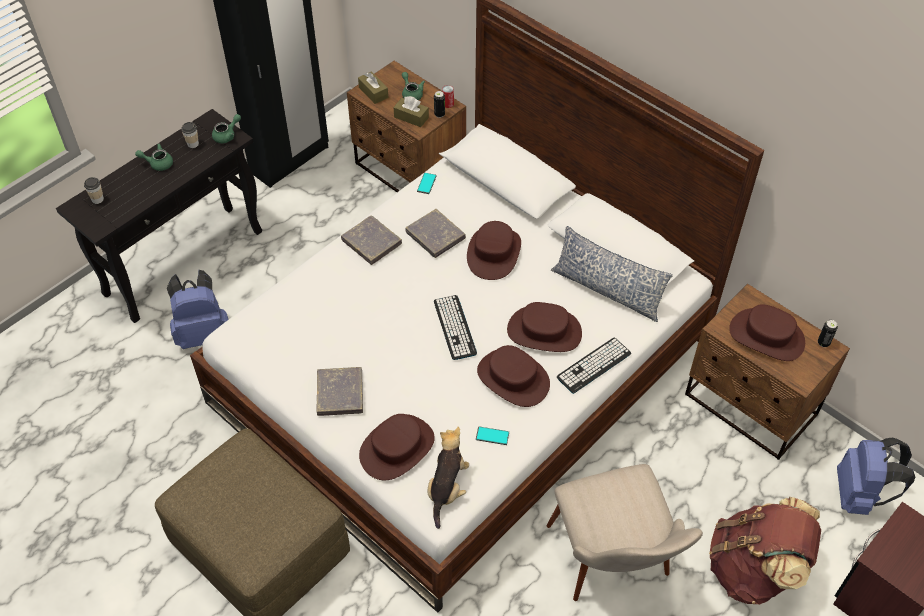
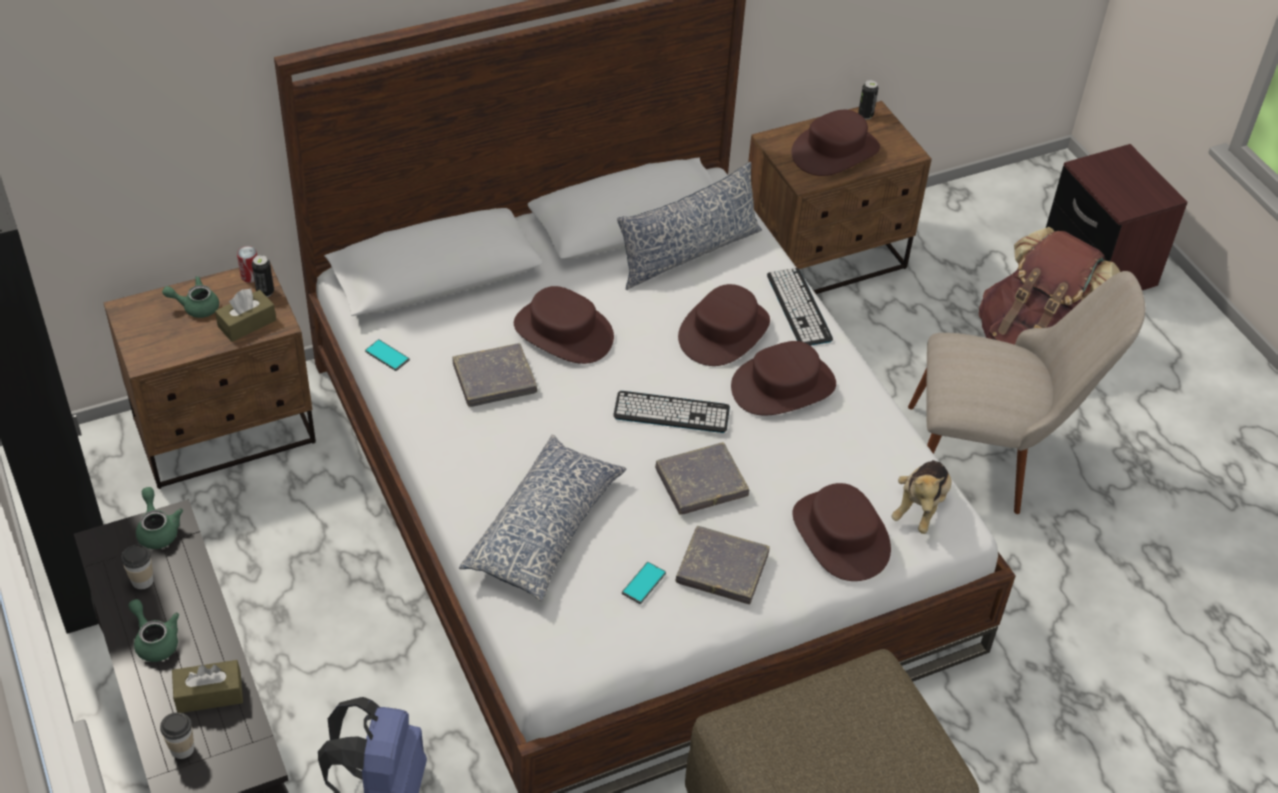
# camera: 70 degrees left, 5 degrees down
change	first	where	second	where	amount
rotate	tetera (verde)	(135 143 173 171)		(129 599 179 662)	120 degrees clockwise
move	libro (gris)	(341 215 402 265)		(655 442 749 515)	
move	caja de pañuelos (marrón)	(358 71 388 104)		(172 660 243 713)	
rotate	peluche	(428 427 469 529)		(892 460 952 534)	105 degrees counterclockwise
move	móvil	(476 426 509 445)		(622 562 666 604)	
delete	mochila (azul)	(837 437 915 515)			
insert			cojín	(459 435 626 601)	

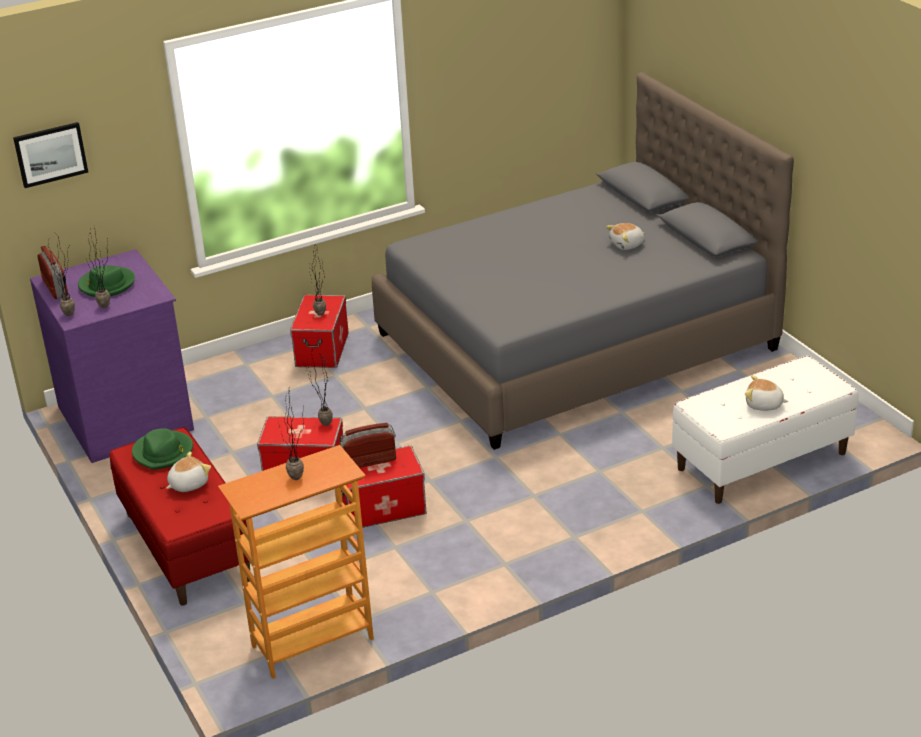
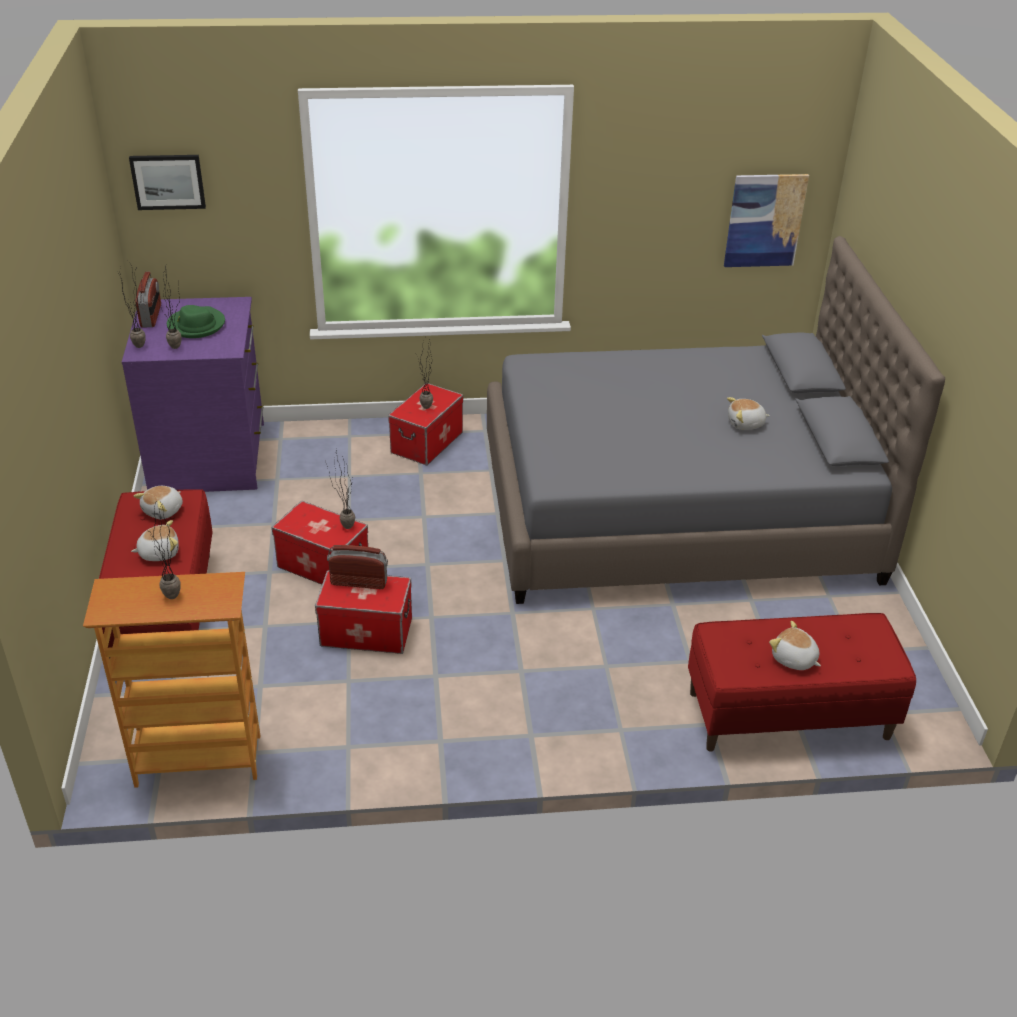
# camera: 20 degrees right, 5 degrees up
change	first	where	second	where	amount
replace	sombrero (verde)	(132 428 193 470)	peluche	(134 486 183 519)	
recolor	banco (blanco)	(672 356 858 504)	banco (rojo)	(688 613 916 751)	
insert			cuadro	(724 174 809 267)	

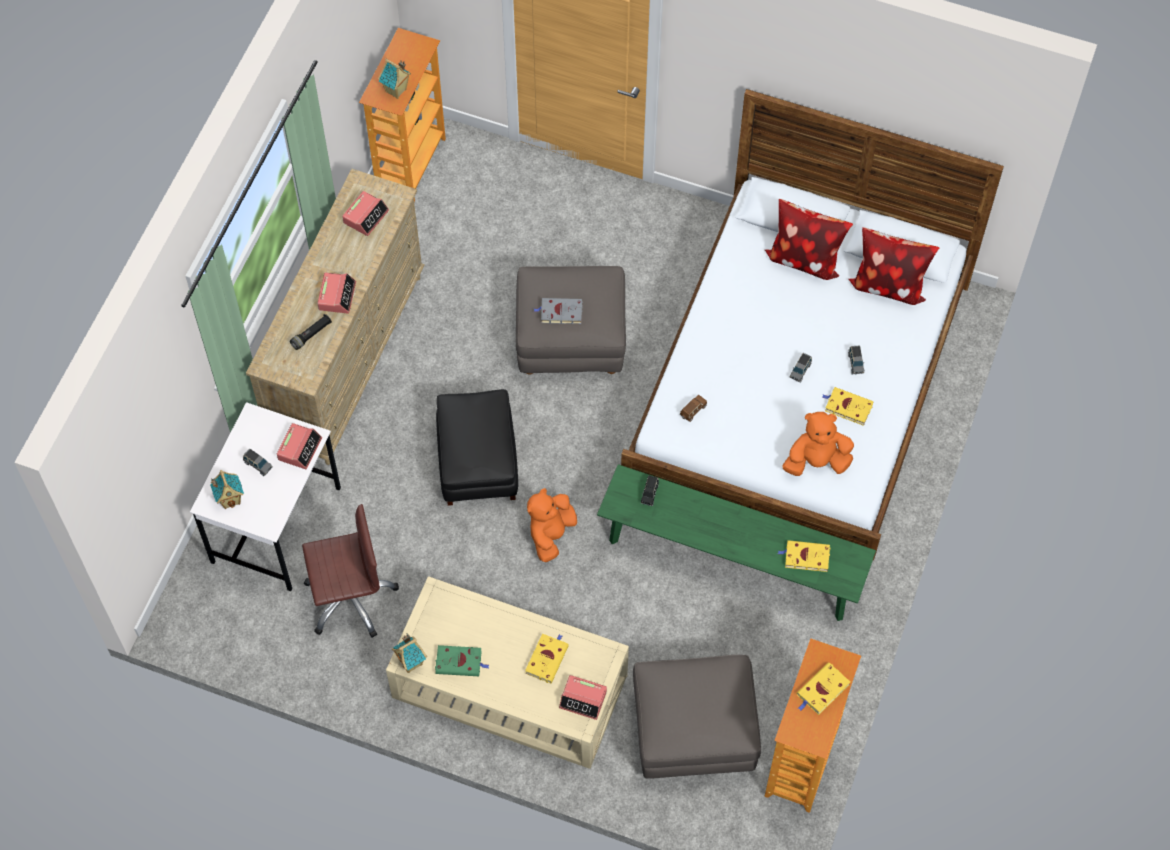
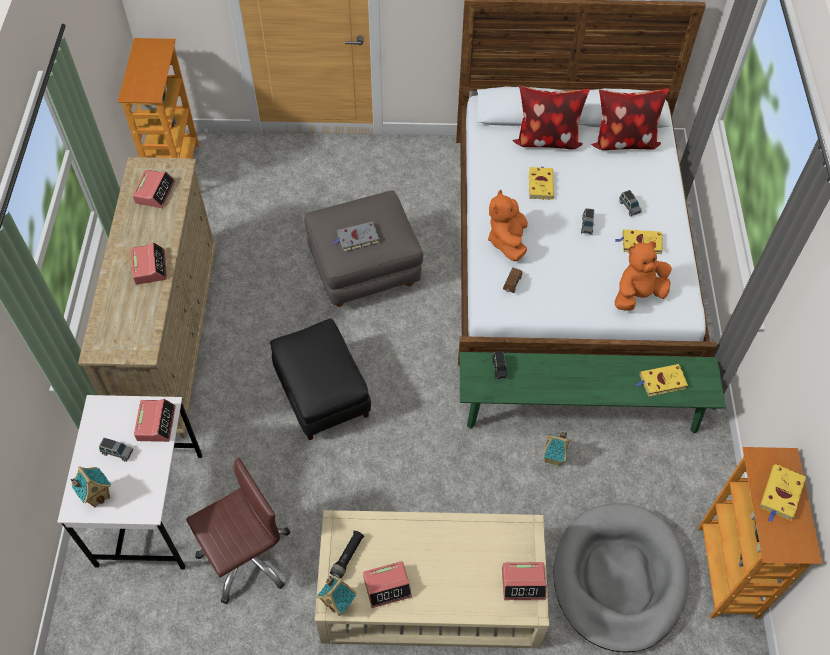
# camera: 20 degrees left, 5 degrees down
change	first	where	second	where	amount
move	linterna (negro)	(290 314 332 350)		(330 531 364 579)	
move	casita	(378 59 411 99)		(543 431 570 466)	
replace	libro (verde)	(435 645 489 676)	despertador	(363 561 412 608)	
move	libro (amarillo)	(525 634 569 683)		(529 167 554 200)	
move	peluche (naranja)	(527 488 577 562)		(488 190 528 261)	
replace	puf (gris)	(633 655 761 779)	cama para perro (gris)	(553 503 689 653)	

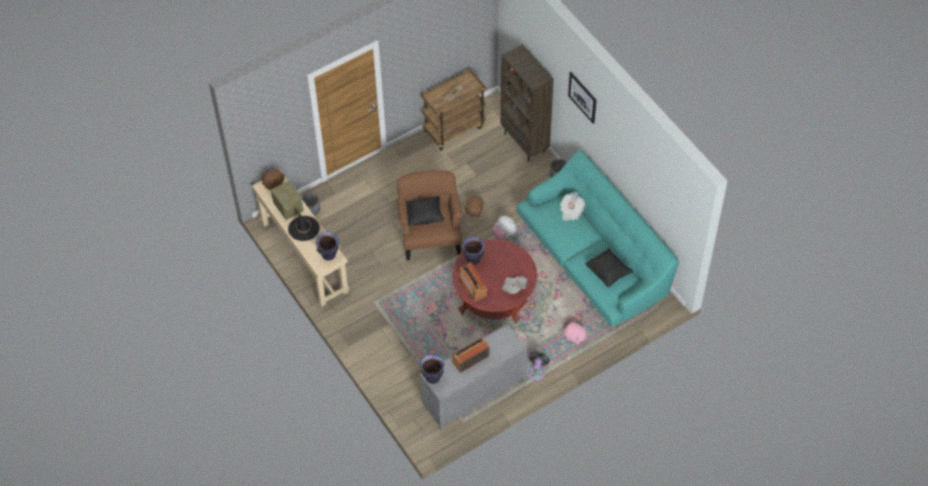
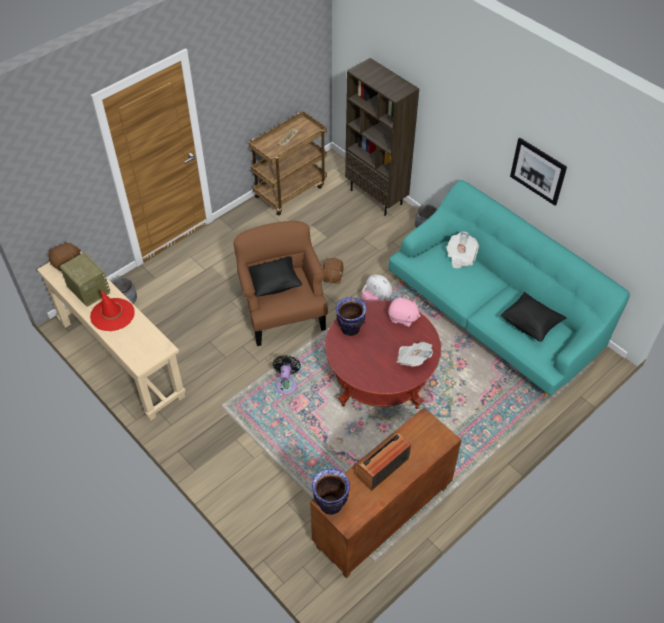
# camera: 10 degrees left, 5 degrees down
change	first	where	second	where	amount
recolor	sombrero (negro)	(288 211 320 241)	sombrero (rojo)	(90 290 135 331)	
delete	florero	(316 232 339 260)			
recolor	armario (gris)	(420 324 527 430)	armario (marrón)	(310 407 462 578)	
delete	radio	(458 262 487 302)			
move	ventilador (negro)	(529 351 550 381)		(273 355 301 395)	
move	peluche (rosa)	(564 322 587 345)		(388 297 421 327)	
move	cuadro	(568 72 597 124)		(510 137 567 206)	

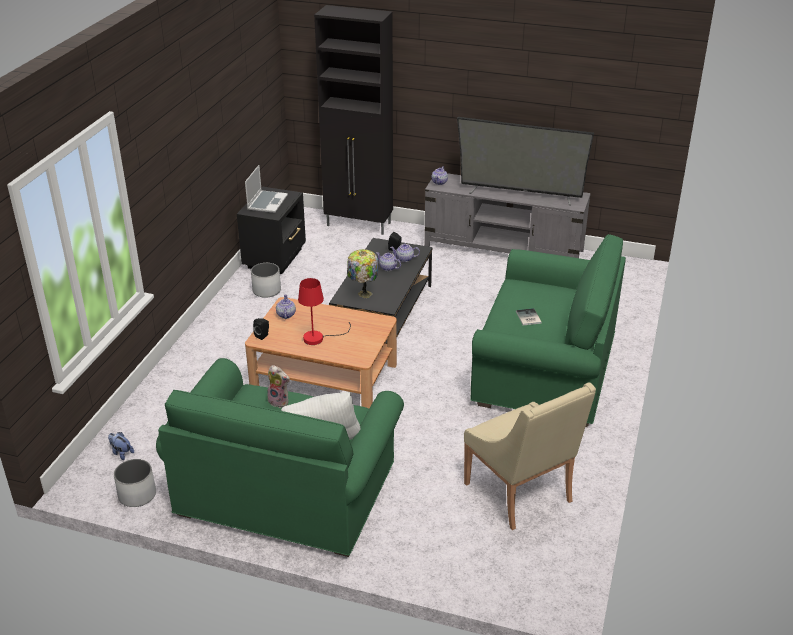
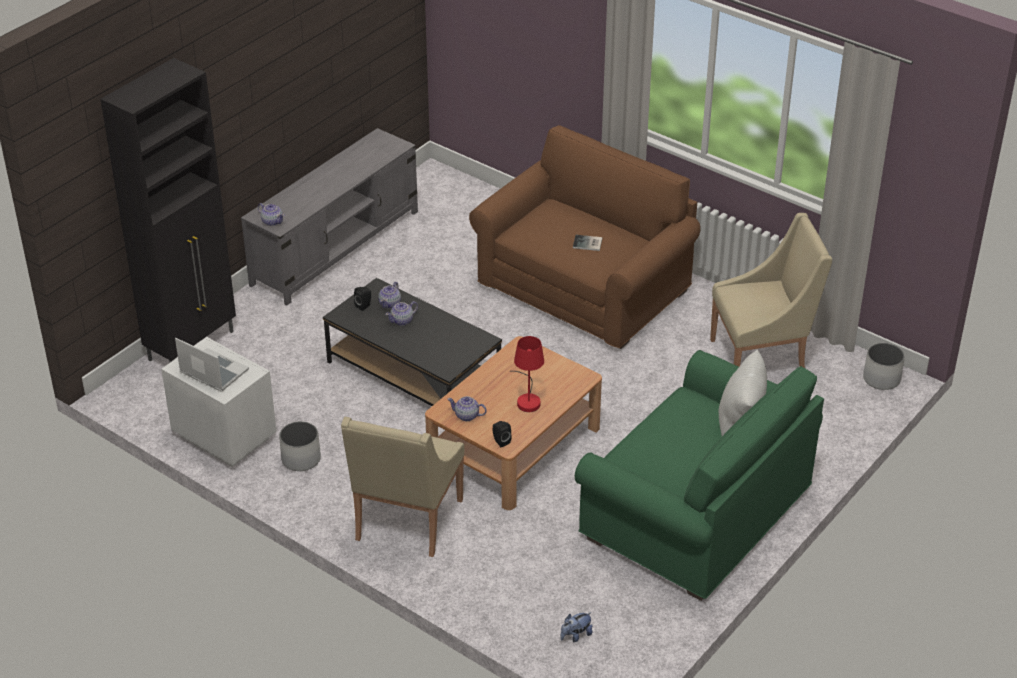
# camera: 70 degrees left, 5 degrees up
change	first	where	second	where	amount
move	maceta (blanco)	(114 459 156 507)		(863 343 905 390)	
recolor	mesita de noche (negro)	(237 187 306 274)	mesita de noche (blanco)	(161 337 277 467)	
delete	peluche	(267 365 290 408)			
delete	lámpara de mesa	(347 249 378 298)			
delete	televisor	(457 117 594 206)			
recolor	sofá (verde)	(470 234 626 427)	sofá (marrón)	(469 125 701 349)	
insert			sillón (beis)	(341 417 464 557)	

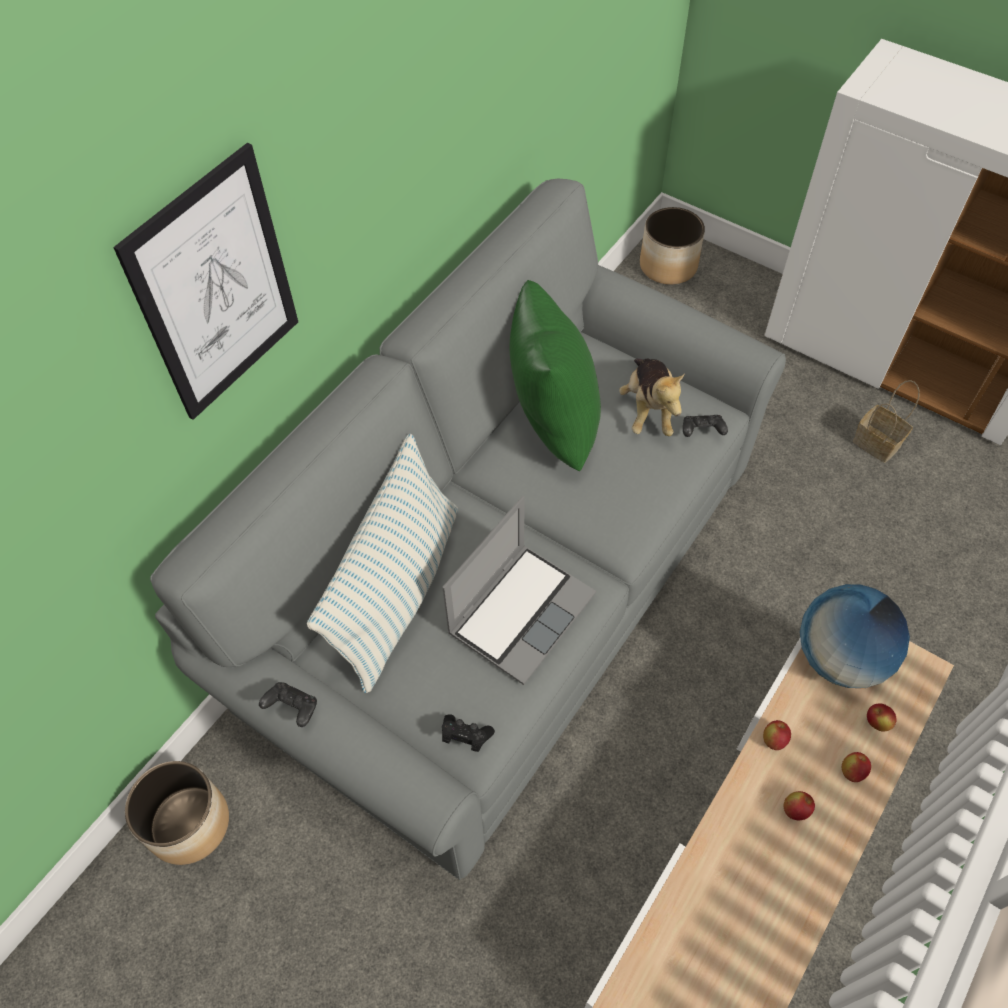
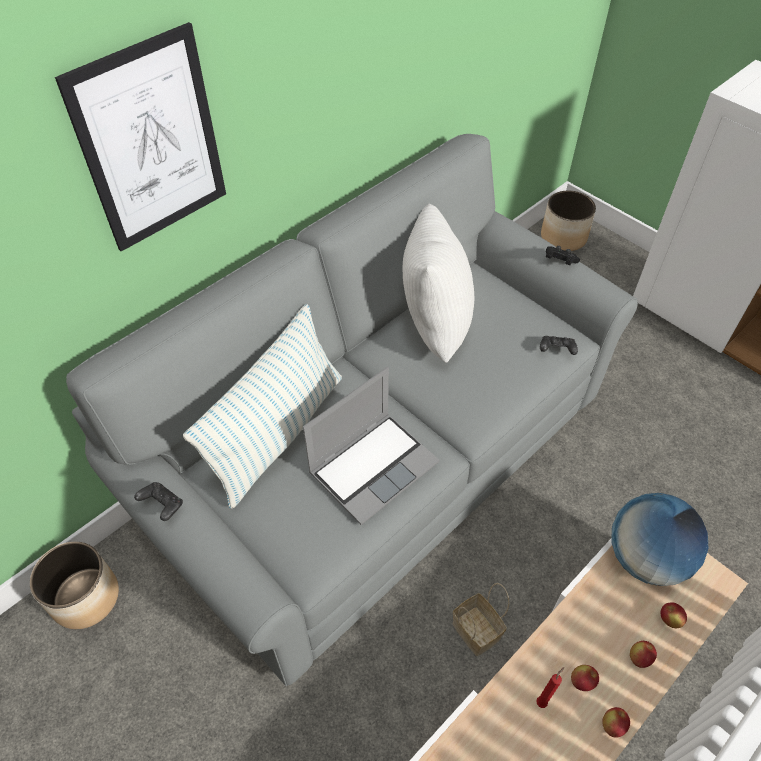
# camera: 10 degrees right, 5 degrees down
change	first	where	second	where	amount
move	mando de consola (negro)	(442 714 495 752)		(546 246 580 265)	
recolor	cojín (verde)	(509 280 601 471)	cojín (blanco)	(403 204 474 363)	
delete	peluche	(619 359 685 436)			
move	manzana	(763 720 791 750)		(602 707 630 738)	
move	cesta	(853 380 920 463)		(453 583 509 656)	
insert			vela (rojo)	(536 667 564 708)	

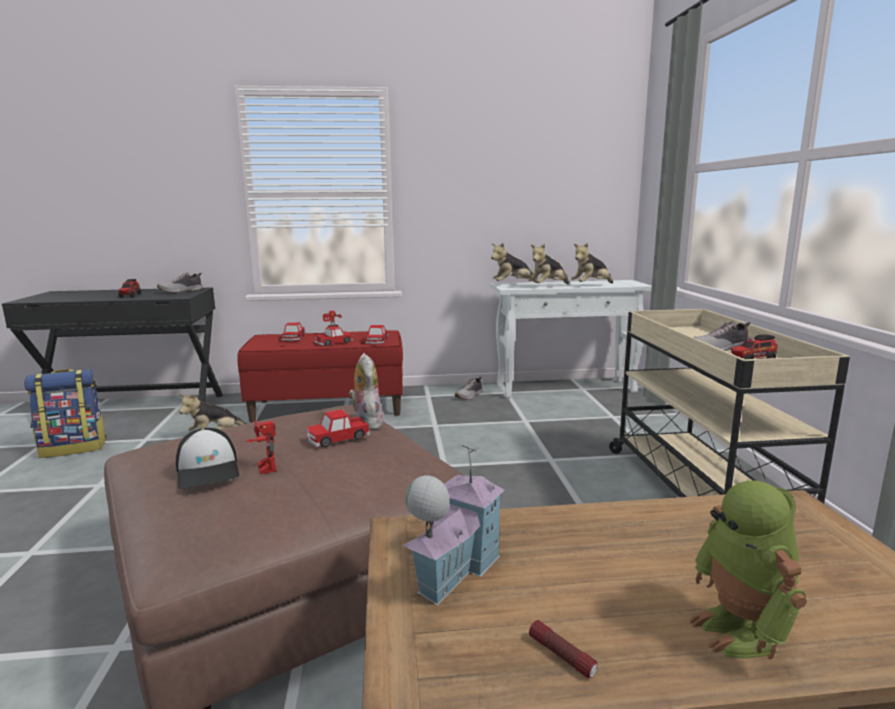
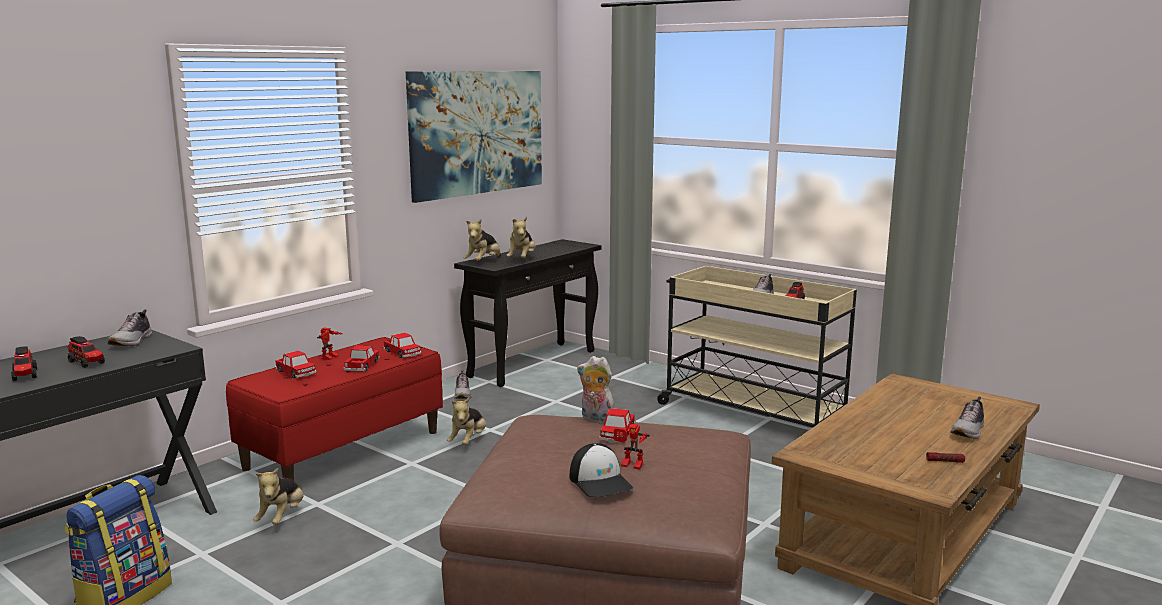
# camera: 45 degrees left, 0 degrees up
change	first	where	second	where	amount
rotate	gorra	(176 428 239 488)		(570 443 633 497)	45 degrees clockwise
delete	casita	(402 445 504 606)			
recolor	mesa consola (blanco)	(491 280 652 399)	mesa consola (negro)	(454 239 602 387)	
move	peluche	(571 243 613 283)		(447 398 486 445)	
replace	robot de juguete	(689 480 807 659)	zapato	(950 397 984 439)	
insert			camión de juguete	(11 346 37 381)	
insert			cuadro	(406 71 542 203)	

